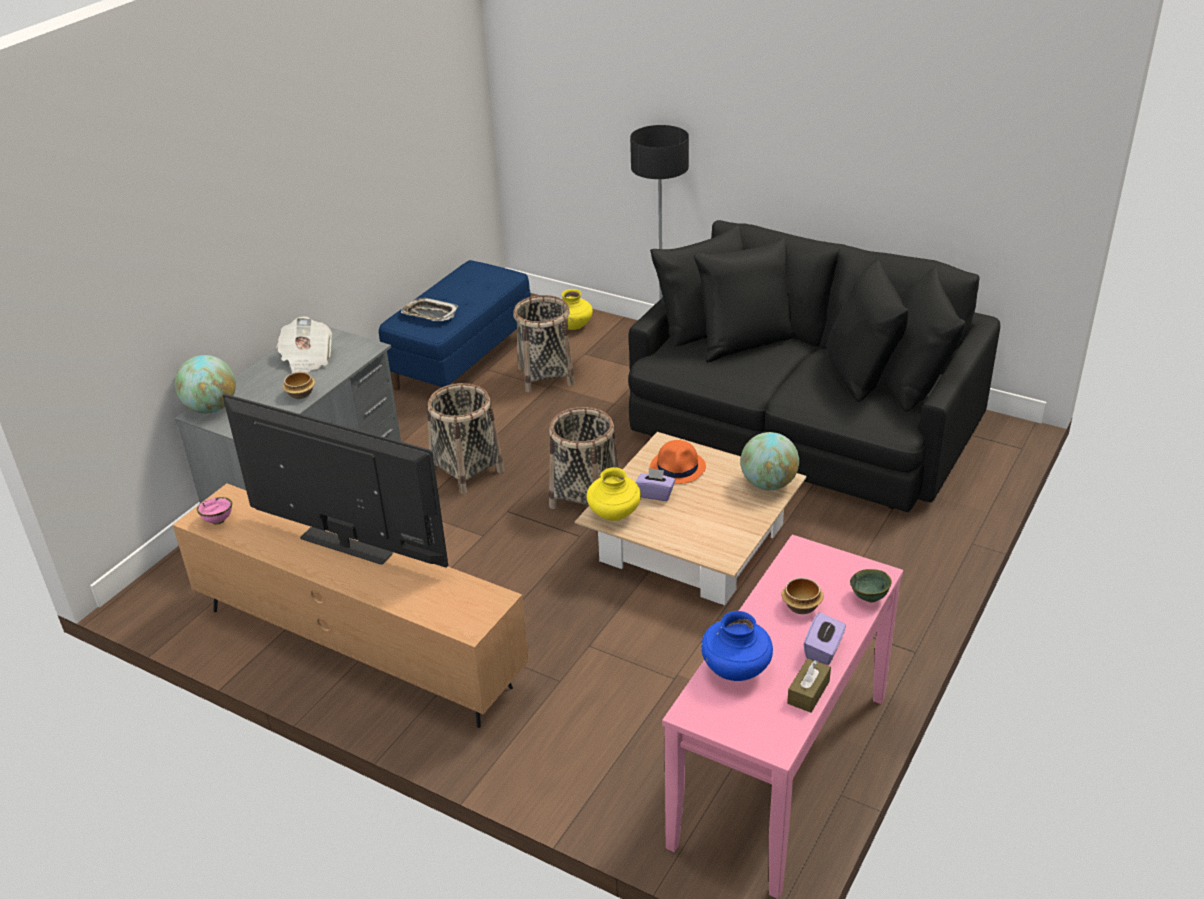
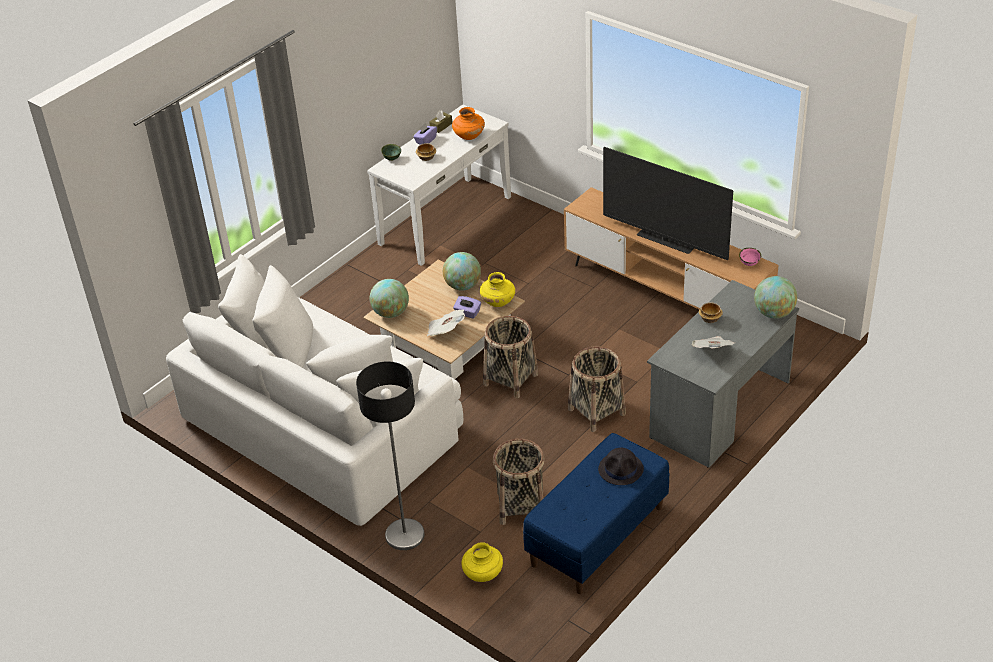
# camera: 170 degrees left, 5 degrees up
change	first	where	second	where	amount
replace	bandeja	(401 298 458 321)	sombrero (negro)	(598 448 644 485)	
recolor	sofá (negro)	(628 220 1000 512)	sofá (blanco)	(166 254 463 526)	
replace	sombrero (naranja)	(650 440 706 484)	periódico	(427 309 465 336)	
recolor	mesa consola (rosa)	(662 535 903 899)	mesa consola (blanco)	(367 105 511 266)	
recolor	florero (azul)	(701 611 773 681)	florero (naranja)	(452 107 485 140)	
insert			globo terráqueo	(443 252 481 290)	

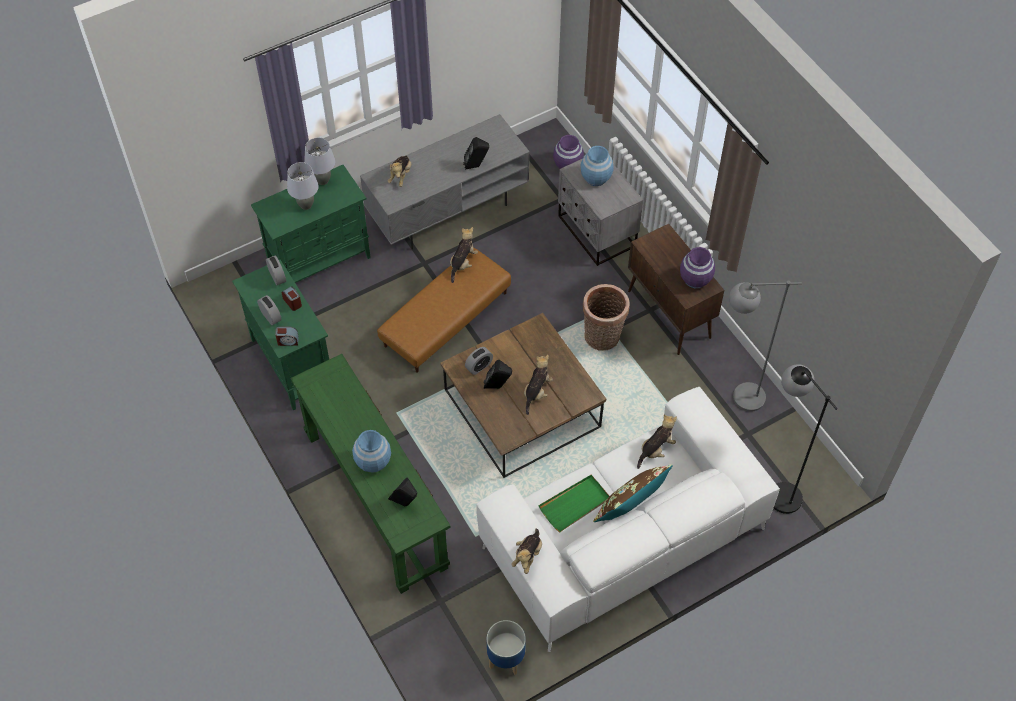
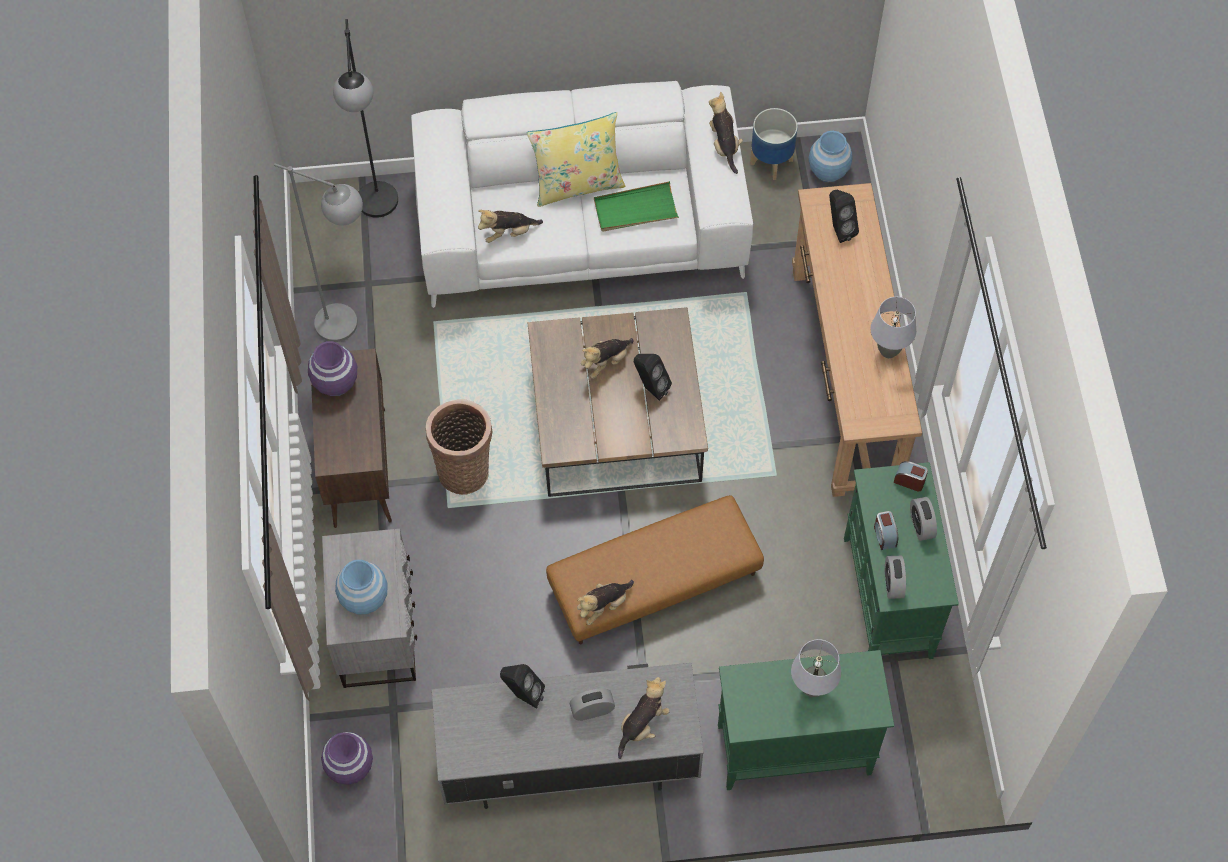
# camera: 155 degrees left, 5 degrees up
change	first	where	second	where	amount
recolor	mesa consola (verde)	(291 354 450 594)	mesa consola (marrón)	(792 183 922 497)	
move	lámpara de mesa (gris)	(304 138 336 185)		(871 297 916 358)	
move	florero (azul)	(352 430 391 473)		(809 131 853 182)	
move	despertador	(465 347 493 375)		(569 688 615 721)	
rotate	peluche	(511 528 542 574)		(709 92 743 174)	60 degrees counterclockwise
recolor	cojín (marrón)	(593 465 673 522)	cojín (amarillo)	(527 112 626 207)	

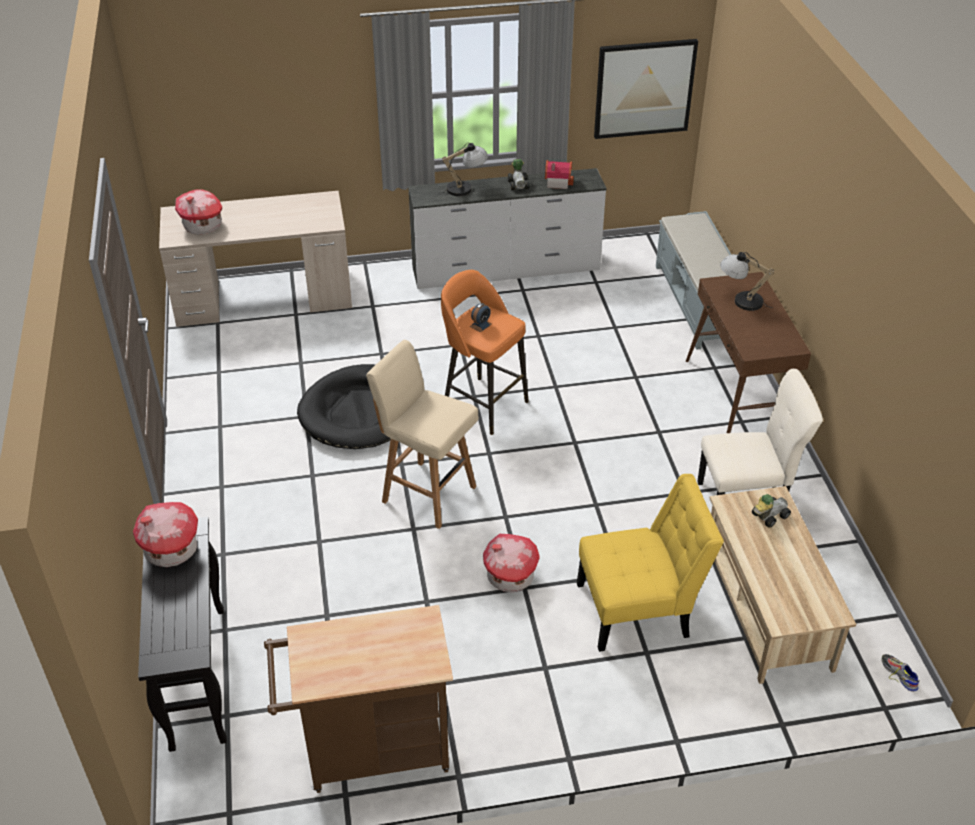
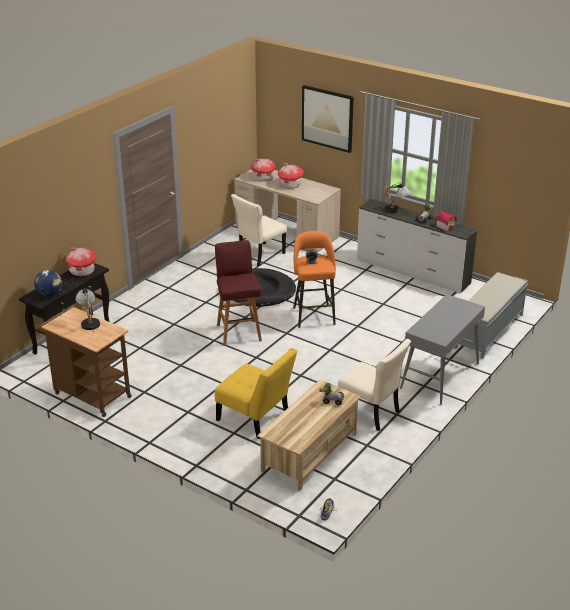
# camera: 45 degrees right, 10 degrees down
change	first	where	second	where	amount
recolor	taburete (beis)	(366 340 479 529)	taburete (rojo)	(215 240 262 346)	
move	casita	(483 534 540 592)		(278 163 304 189)	
move	cuadro	(594 39 698 139)		(302 85 354 153)	
recolor	mesa consola (marrón)	(686 272 811 433)	mesa consola (gris)	(400 294 485 405)	
move	lámpara de mesa	(720 252 774 311)		(76 288 100 332)	
insert			globo terráqueo	(34 270 62 297)	
insert			silla (beis)	(231 194 287 266)	

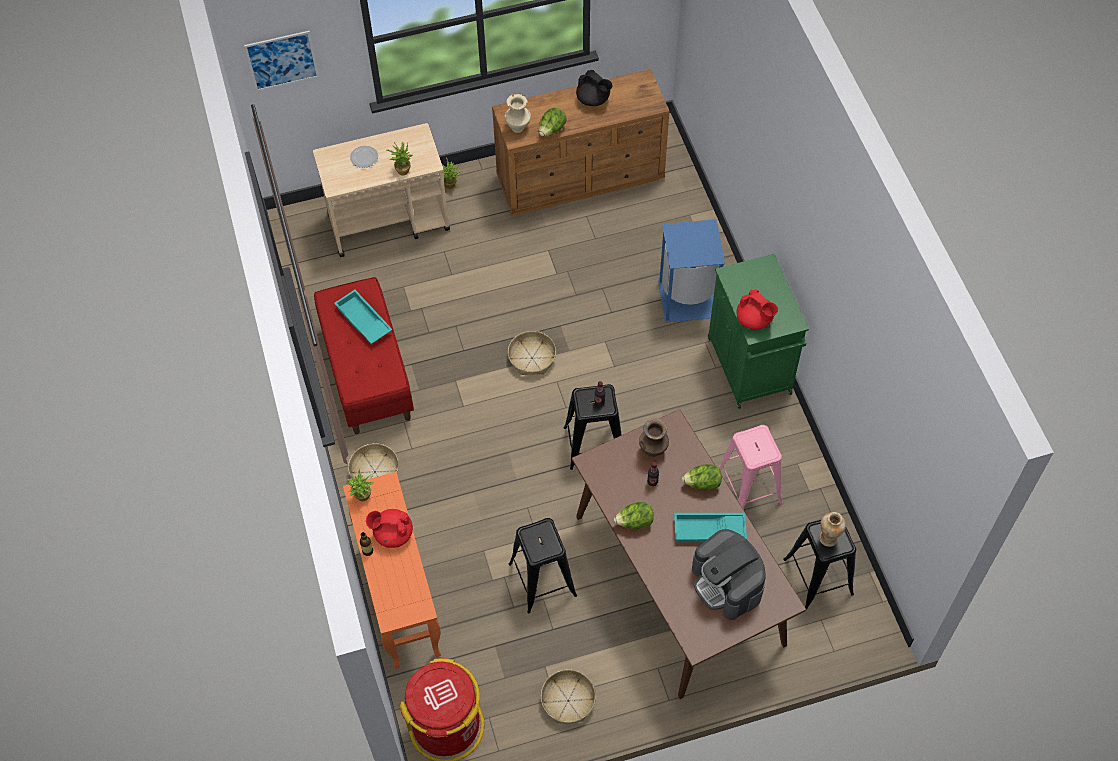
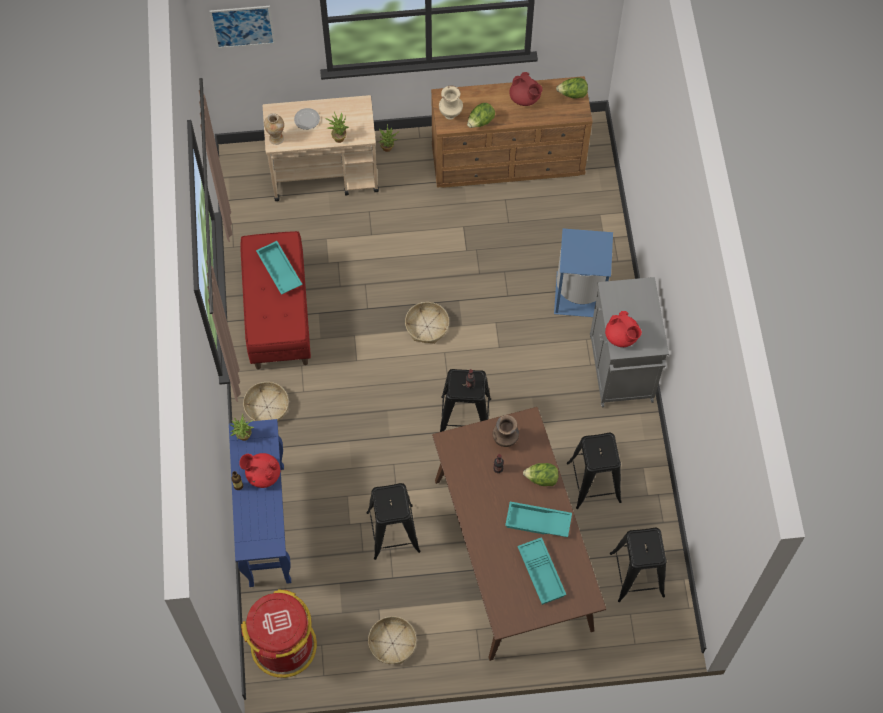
# camera: 10 degrees right, 5 degrees up
change	first	where	second	where	amount
recolor	mesa consola (naranja)	(343 472 441 669)	mesa consola (azul)	(229 419 291 587)	
recolor	tetera (negro)	(576 70 612 106)	tetera (rojo)	(509 72 543 106)	
move	lechuga	(614 502 654 529)		(556 78 588 99)	
replace	cafetera	(692 529 766 620)	bandeja (turquesa)	(517 537 566 605)	
recolor	armario (verde)	(708 254 809 409)	armario (gris)	(590 277 669 408)	
recolor	taburete (rosa)	(718 425 783 509)	taburete (negro)	(567 433 622 509)	
move	florero	(819 512 846 547)		(264 113 284 145)	

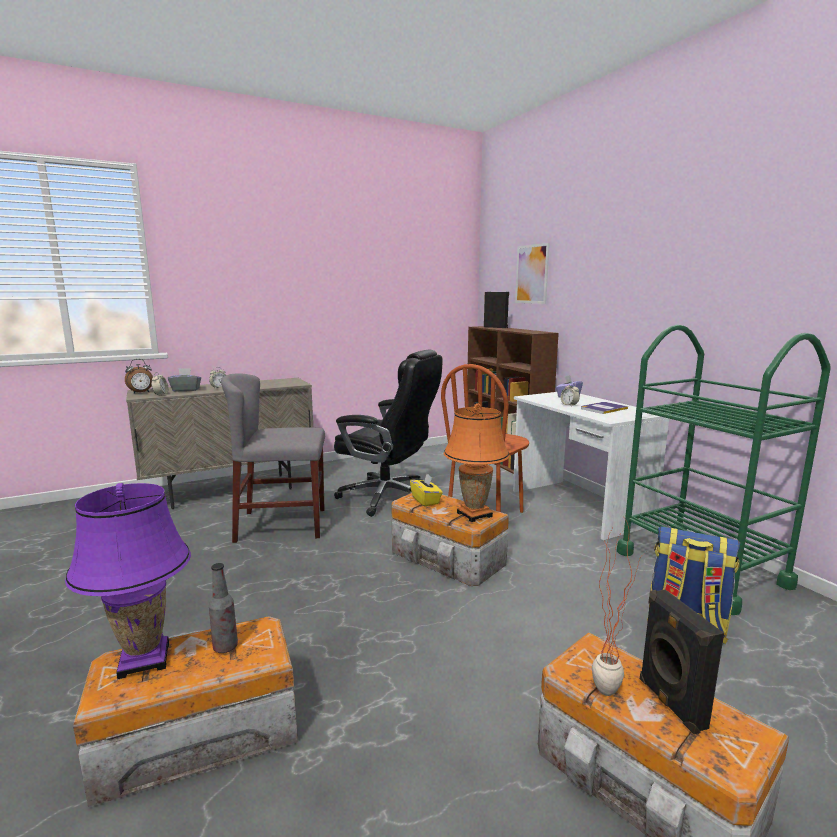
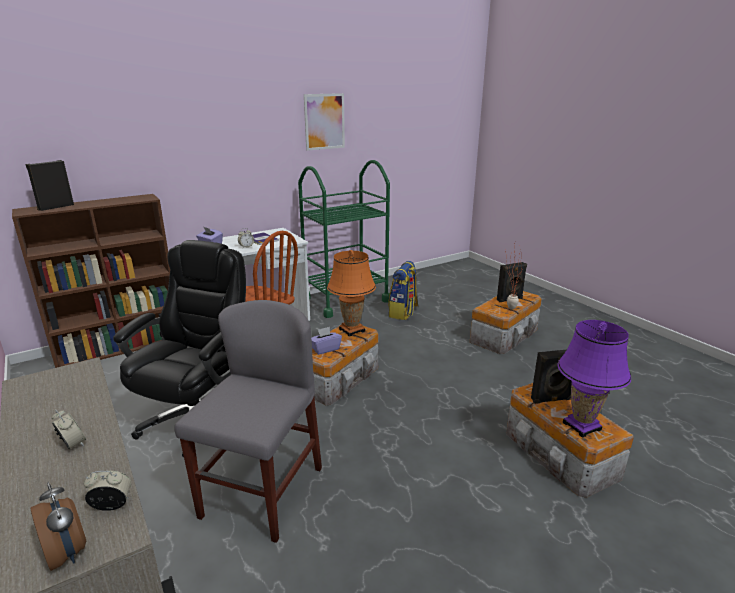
# camera: 95 degrees left, 10 degrees up
change	first	where	second	where	amount
delete	caja de pañuelos (gris)	(168 368 201 391)			
replace	botella	(209 563 238 653)	altavoz (negro)	(531 350 572 404)	
rotate	silla (gris)	(221 373 325 543)		(174 300 322 543)	150 degrees counterclockwise
recolor	caja de pañuelos (amarillo)	(410 474 443 506)	caja de pañuelos (morado)	(311 327 342 355)	
move	cuadro	(515 243 550 304)		(304 93 345 151)	

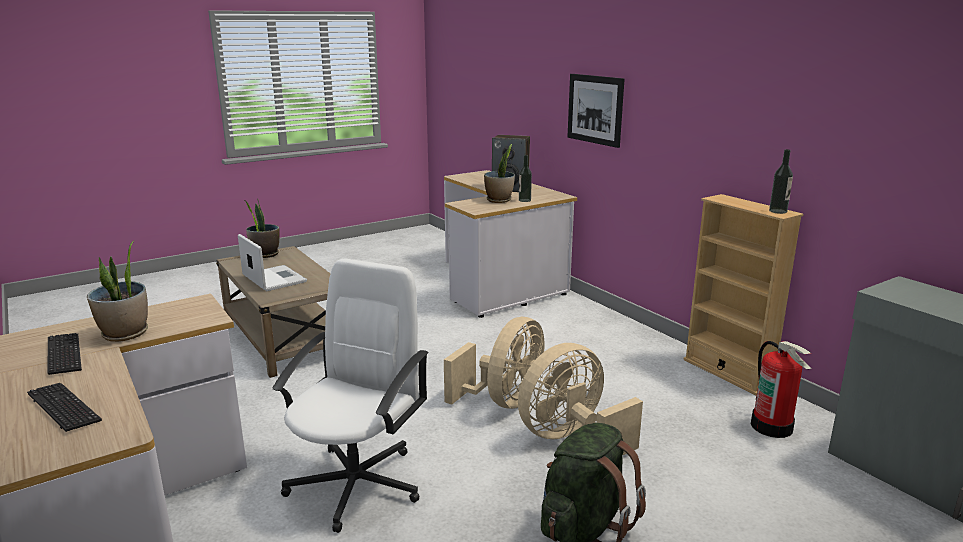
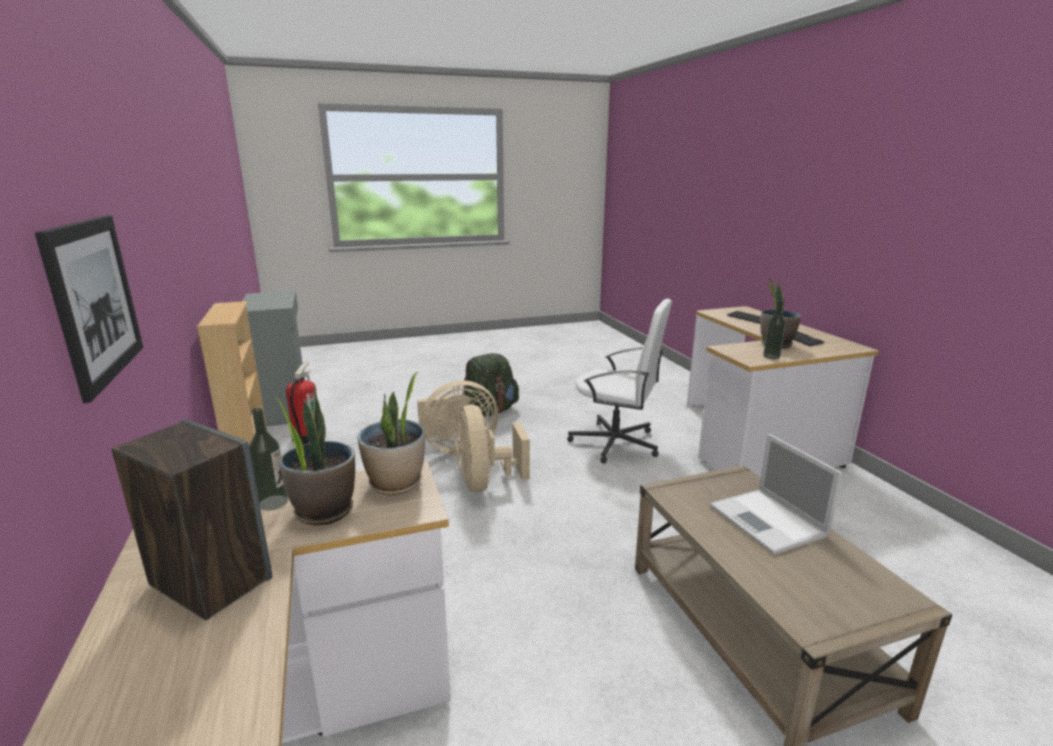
# camera: 165 degrees left, 0 degrees up
change	first	where	second	where	amount
move	planta en maceta	(244 198 280 258)		(357 371 425 495)	
rotate	silla de oficina (blanco)	(272 258 429 533)		(567 299 672 464)	105 degrees counterclockwise
rotate	ventilador (beis)	(444 317 544 409)		(455 405 530 493)	60 degrees counterclockwise
move	botella	(769 149 793 214)		(763 299 786 359)	

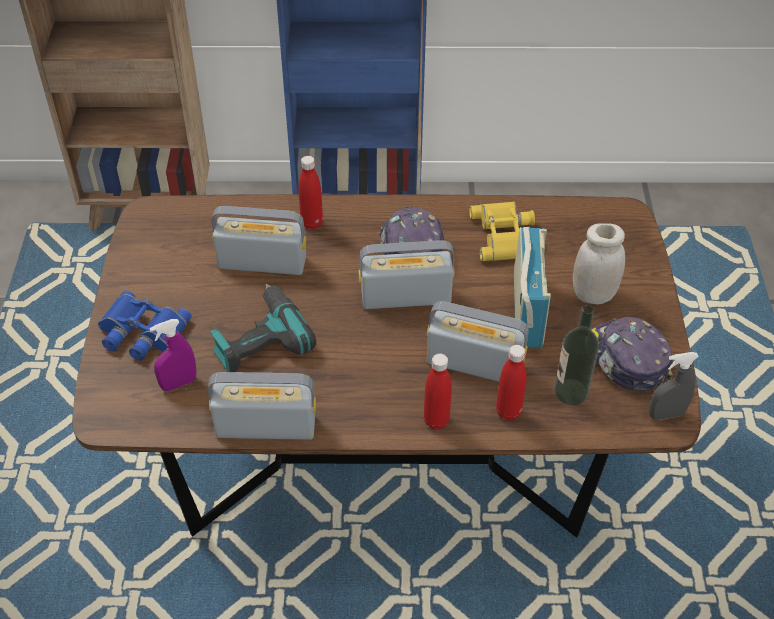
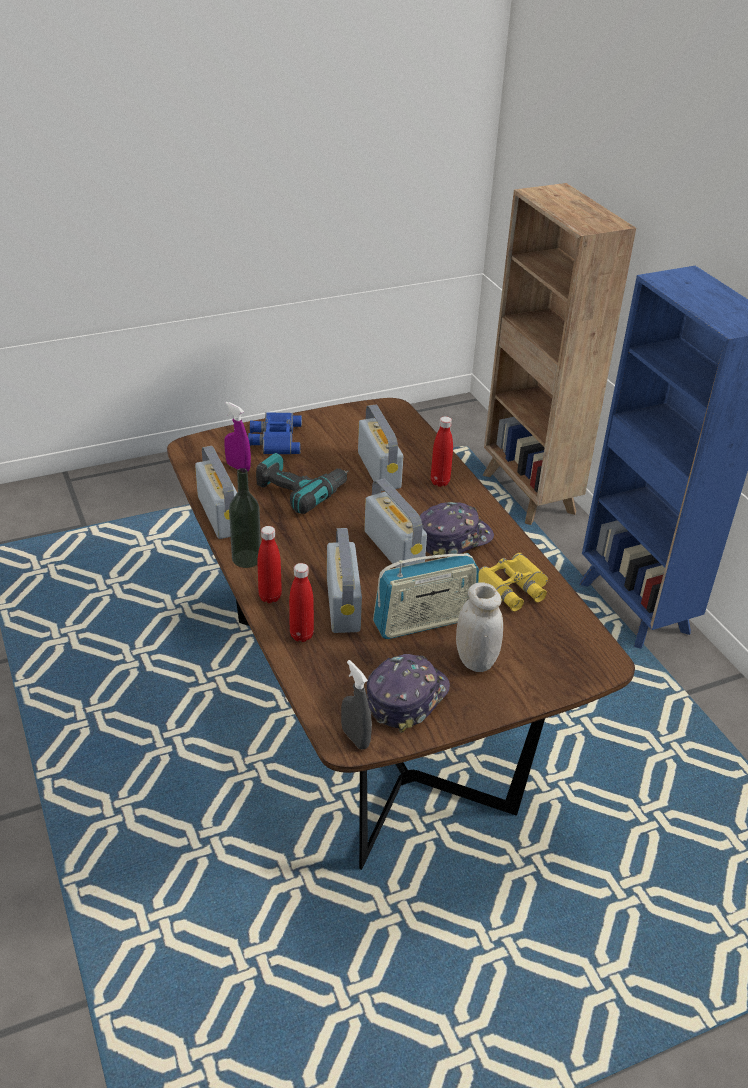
# camera: 65 degrees right, 10 degrees down
change	first	where	second	where	amount
move	botella	(554 305 599 405)		(229 468 261 568)	

